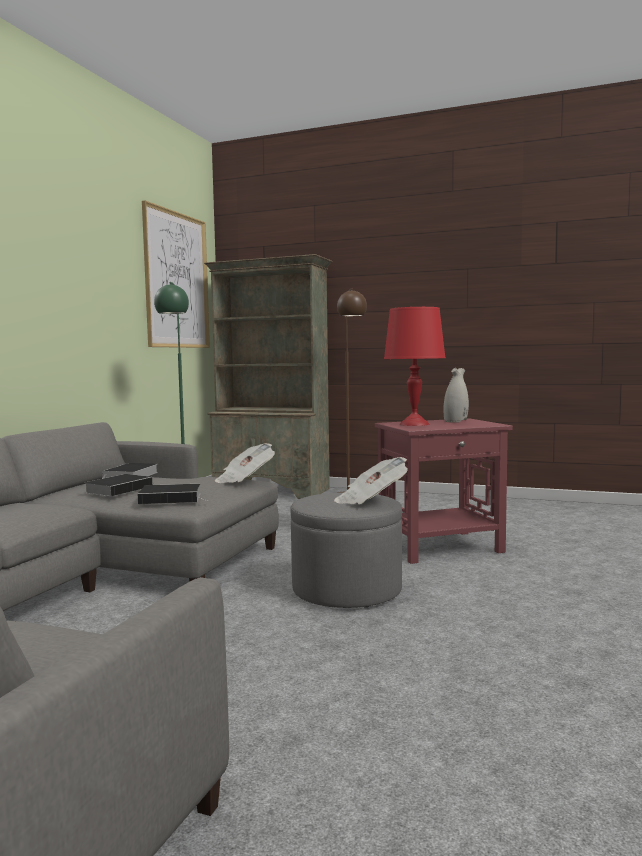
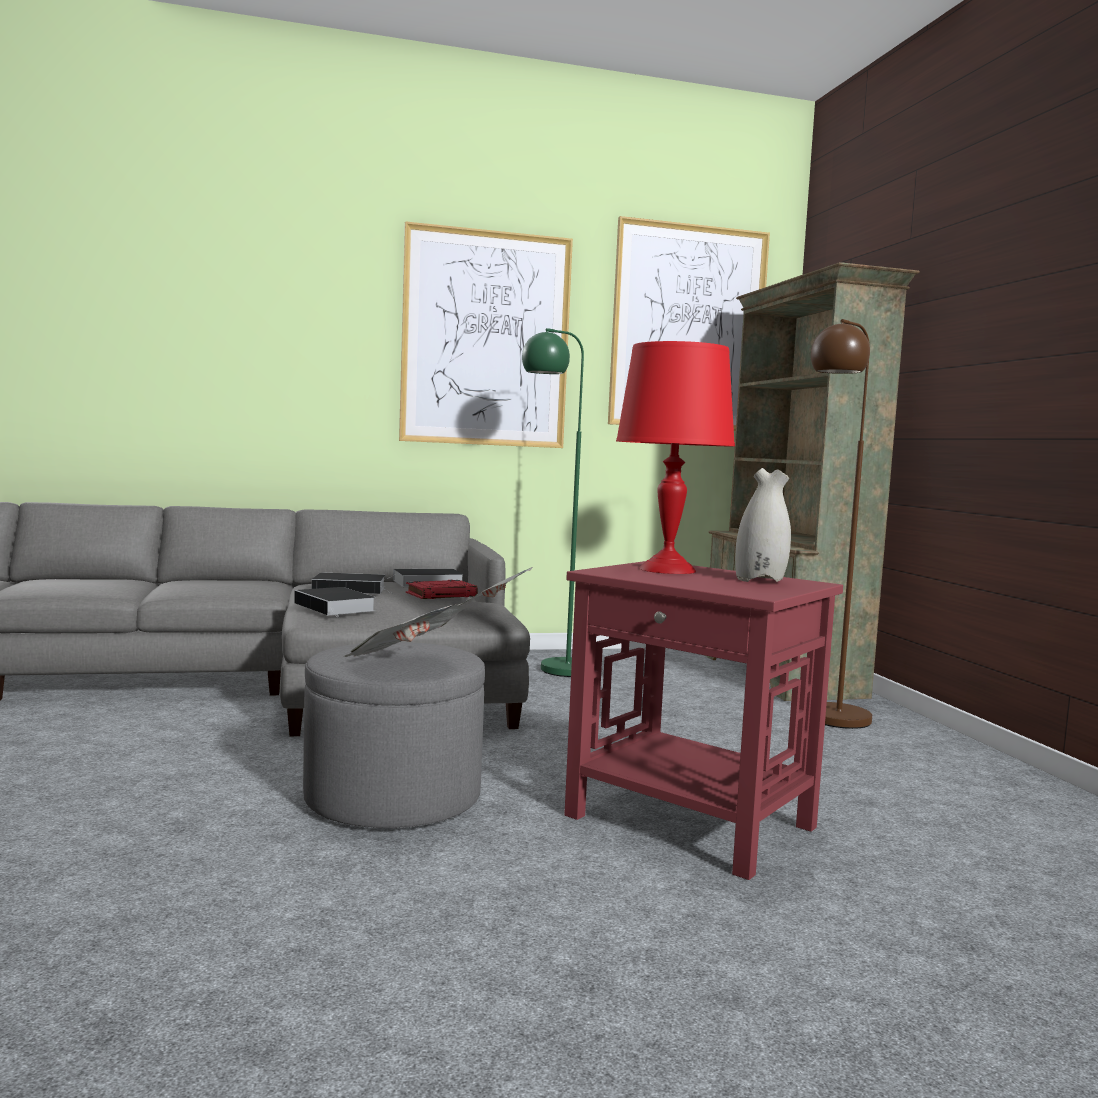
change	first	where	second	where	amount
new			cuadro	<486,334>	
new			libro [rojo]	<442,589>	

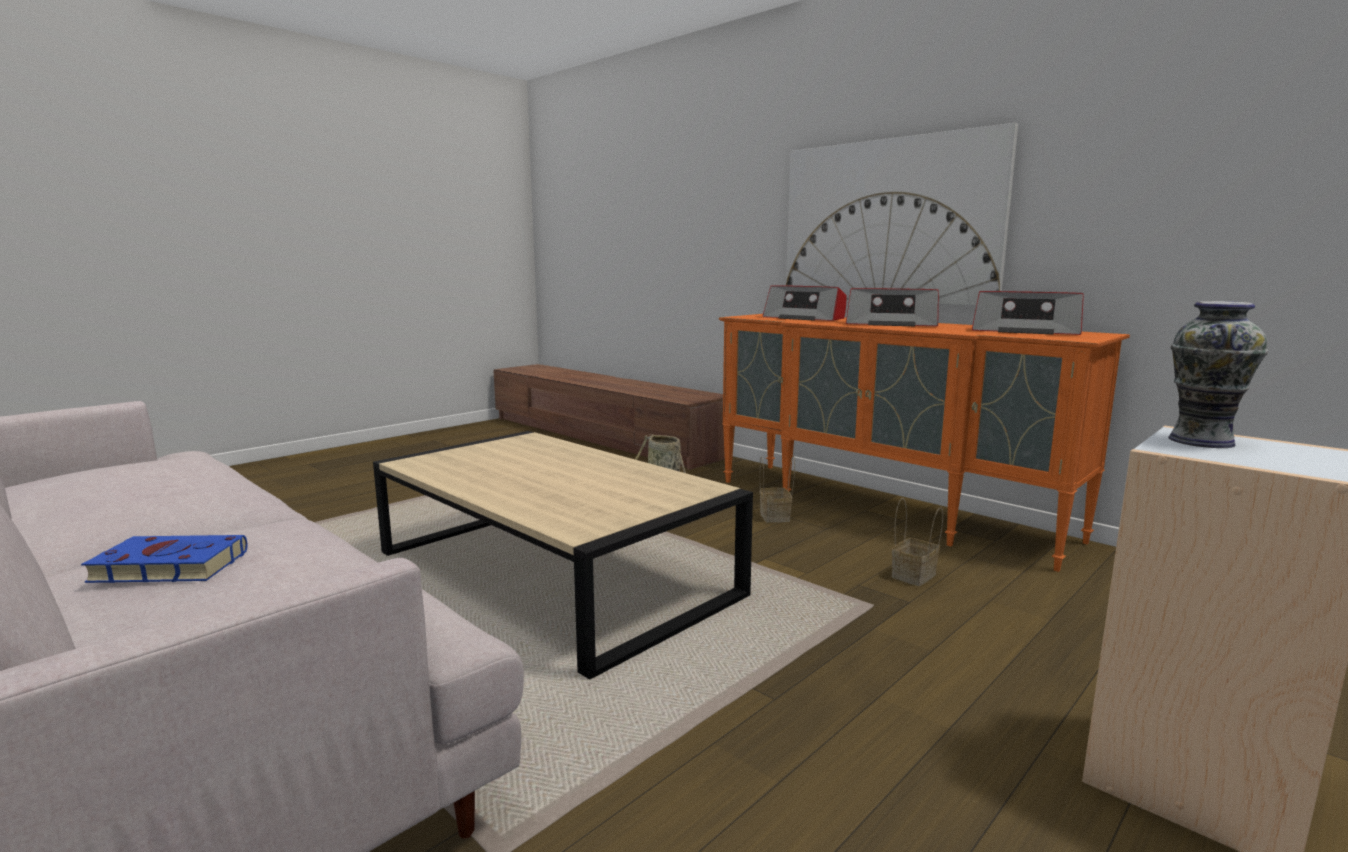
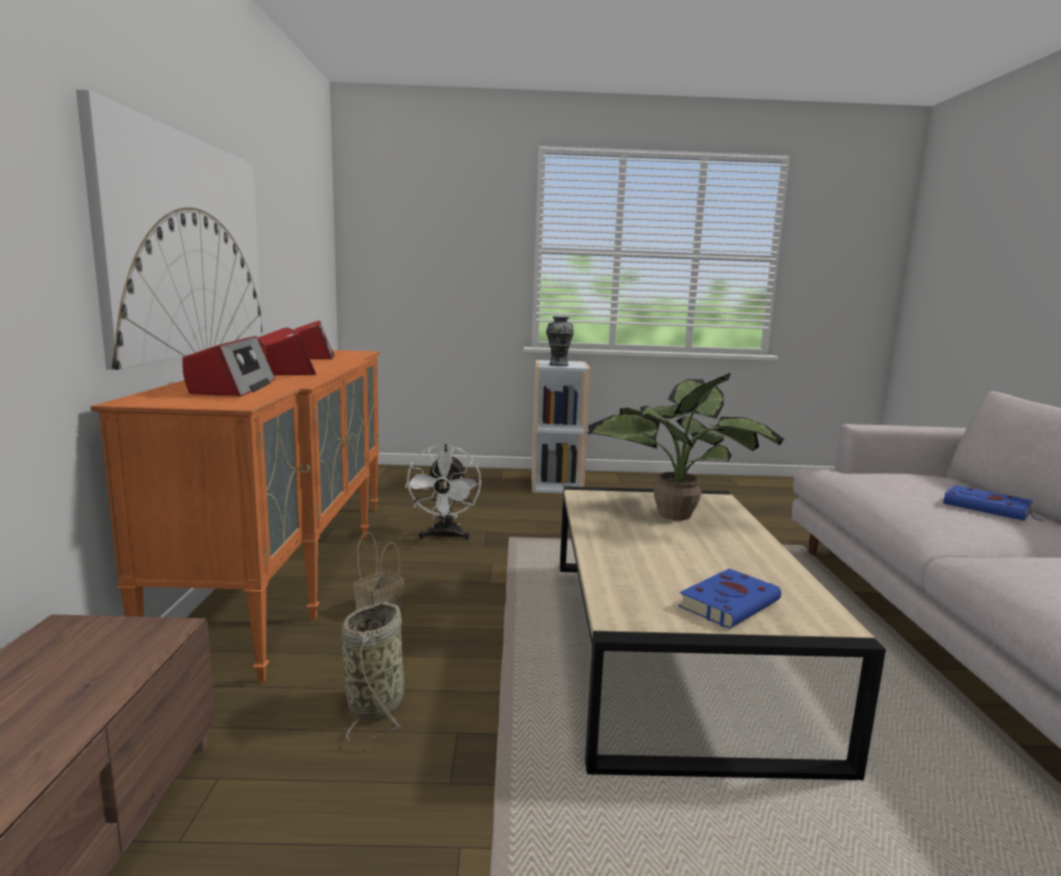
change	first	where	second	where	amount
swapped	cesta	<917,542>	ventilador [blanco]	<443,492>	
new			planta en maceta	<685,447>	
new			libro [azul]	<730,599>	

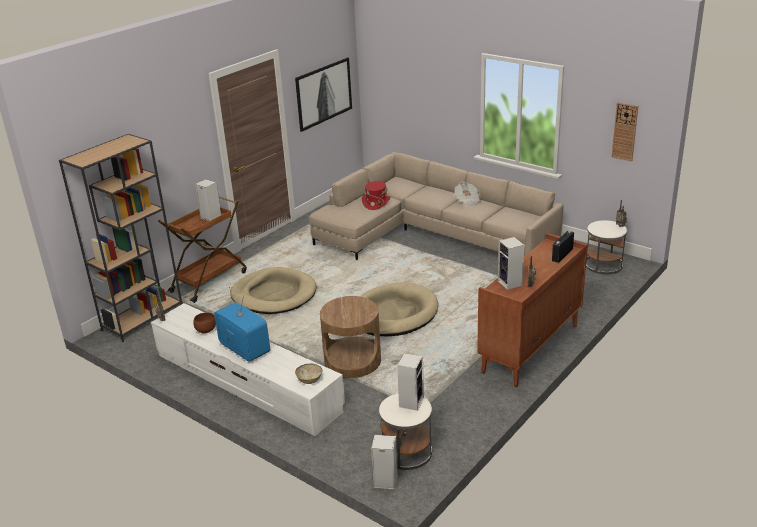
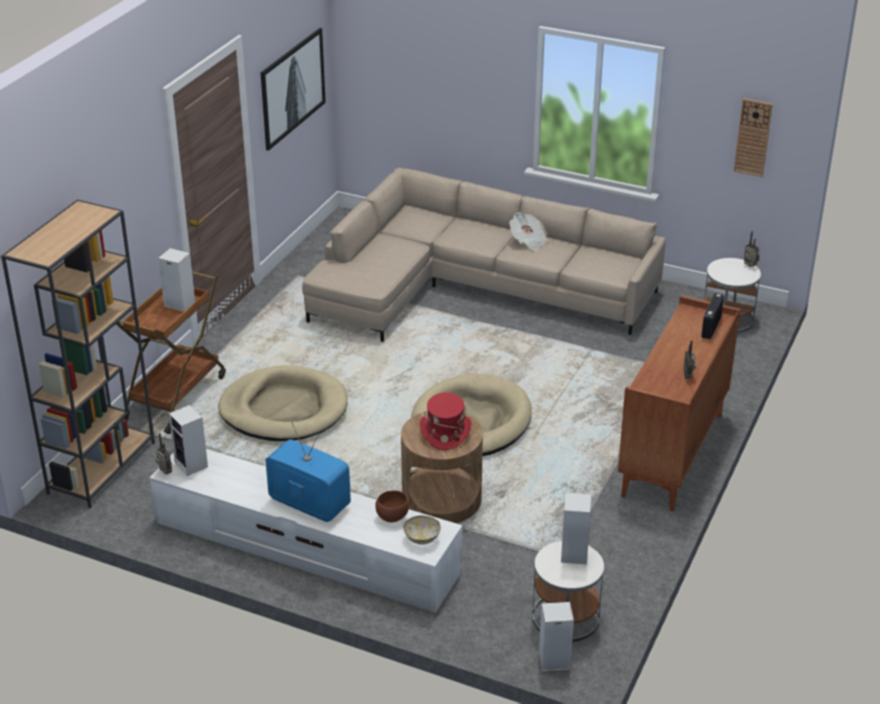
change	first	where	second	where	amount
shifted	cuenco [marrón]	<204,323>		<392,506>	
shifted	sombrero [rojo]	<376,195>		<445,421>	
shifted	altavoz	<511,263>		<188,440>	

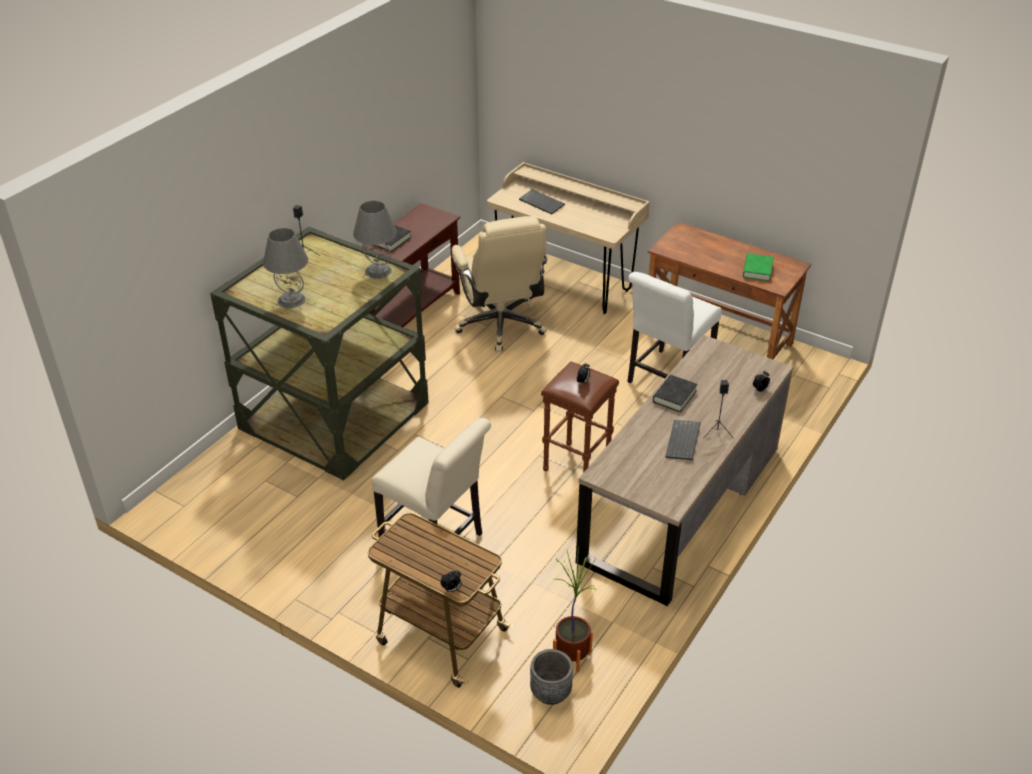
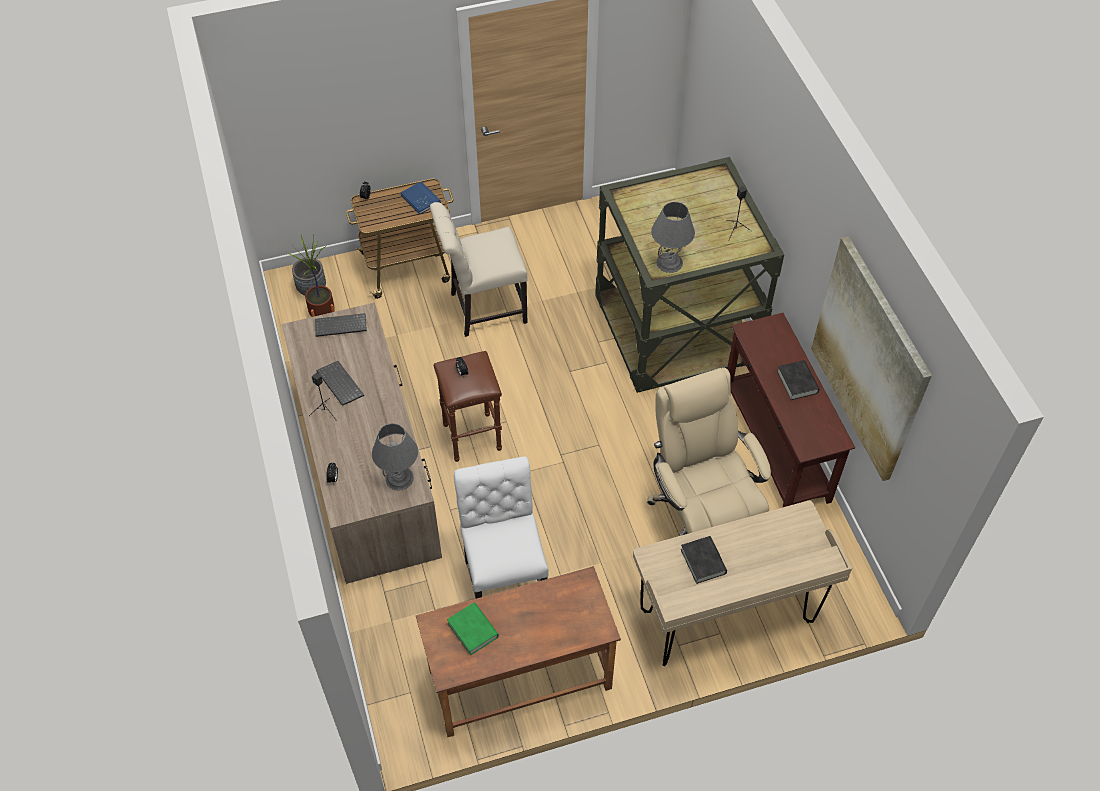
change	first	where	second	where	amount
shifted	lámpara de mesa [gris]	<285,268>		<395,457>	
rotated	silla de oficina [beis]	<499,284>		<709,452>	45 degrees clockwise
shifted	teclado	<542,201>		<341,325>	
shifted	libro [negro]	<675,393>		<704,560>	
new			libro [azul]	<421,197>	
new			cuadro	<871,358>	

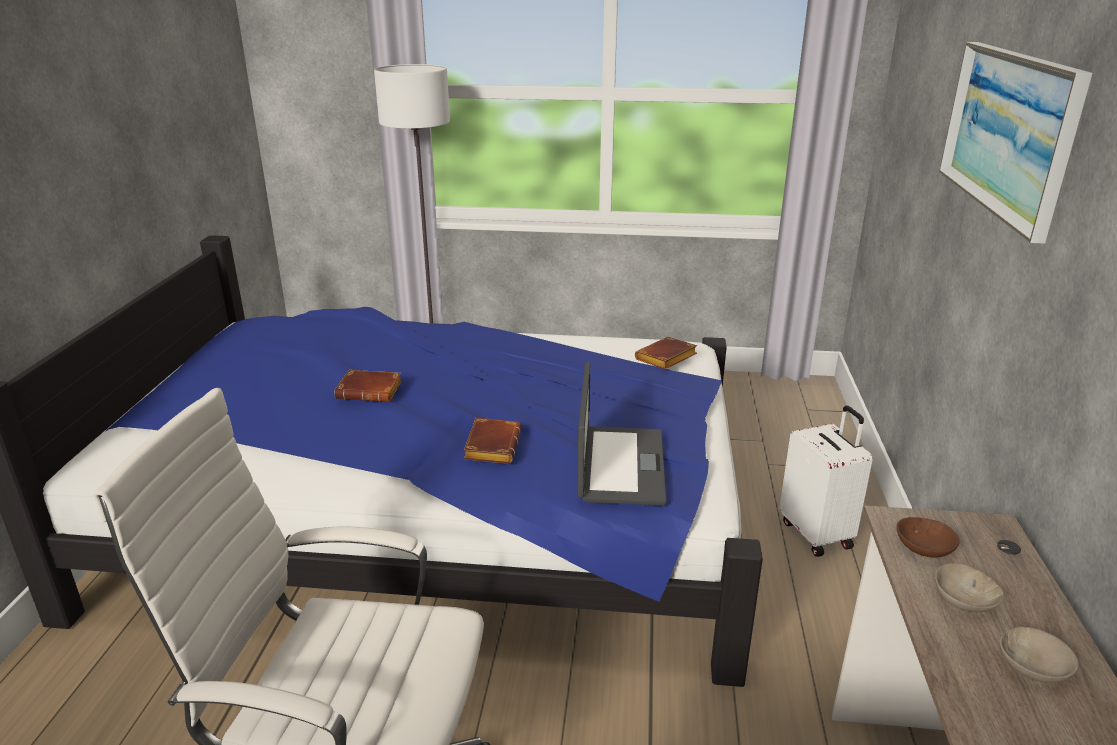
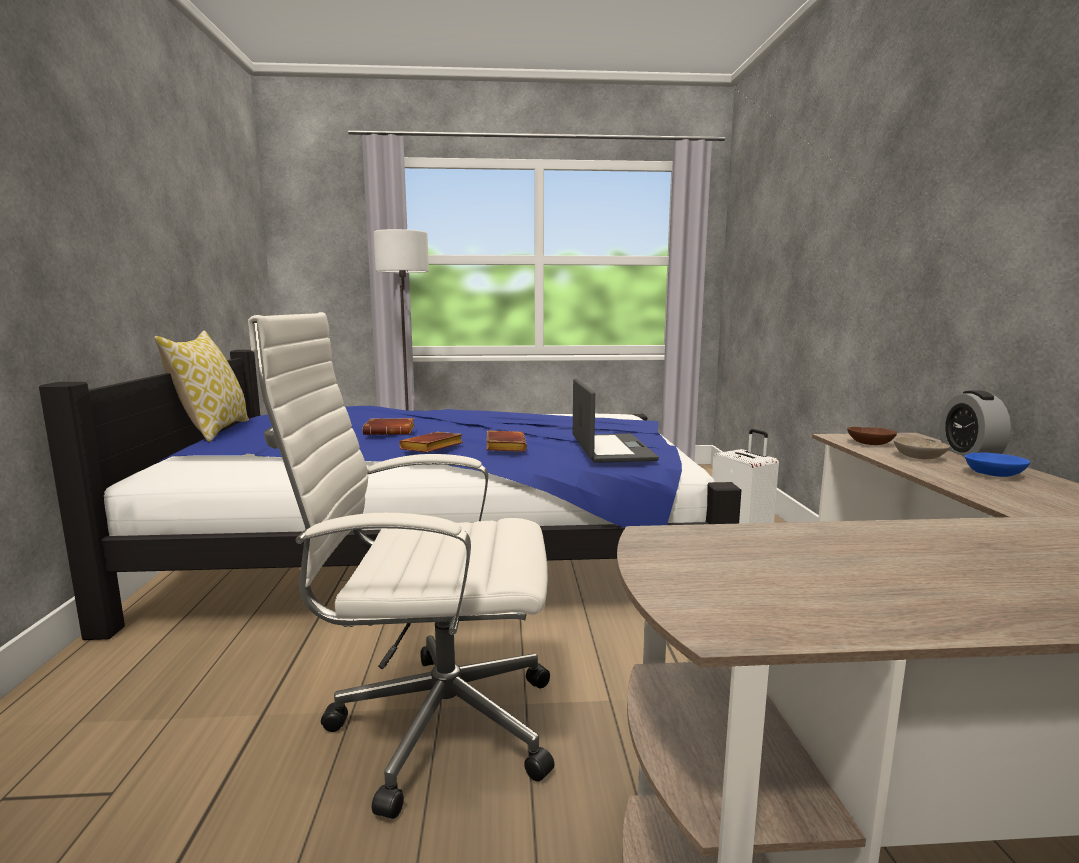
change	first	where	second	where	amount
shifted	libro [marrón]	<666,353>		<431,442>	
gone	cuadro	<1016,142>			
repainted	cuenco [beis]	<1039,655>	cuenco [azul]	<997,464>	
new			cojín	<201,386>	
new			despertador	<975,423>	

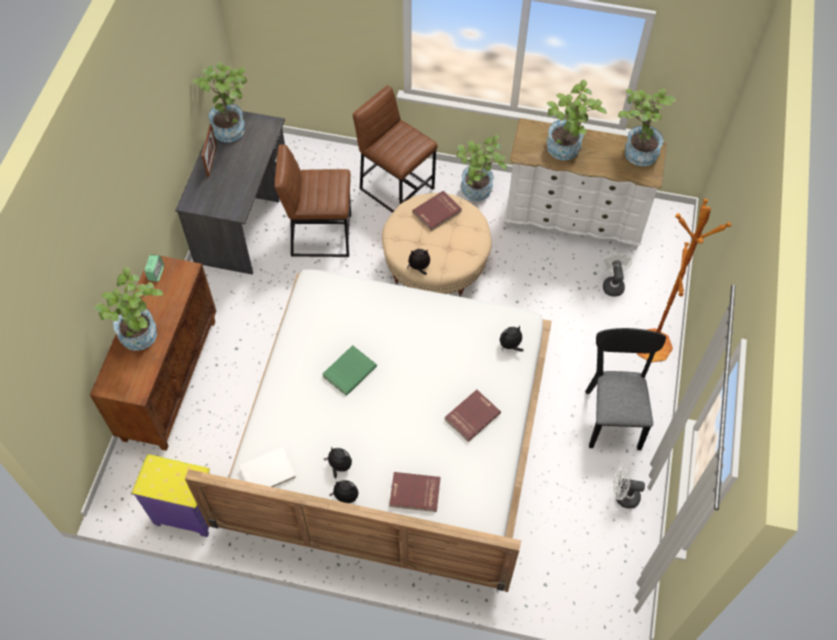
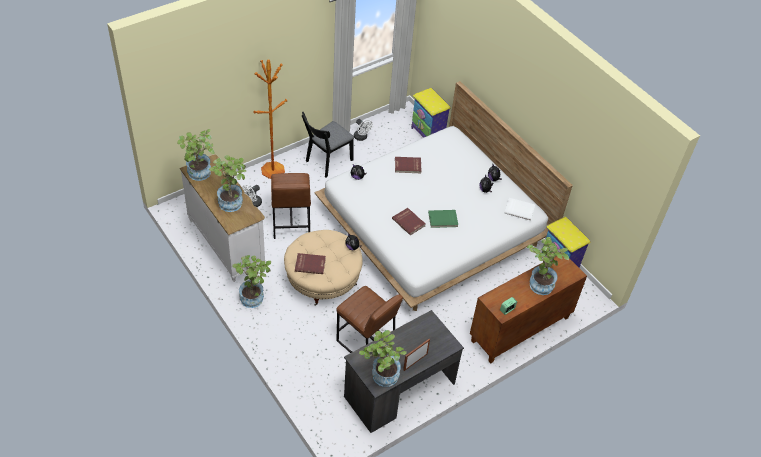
change	first	where	second	where	amount
shifted	silla [marrón]	<395,149>		<291,206>	
shifted	libro [rojo]	<415,492>		<408,221>	
new			mesita de noche	<431,113>	

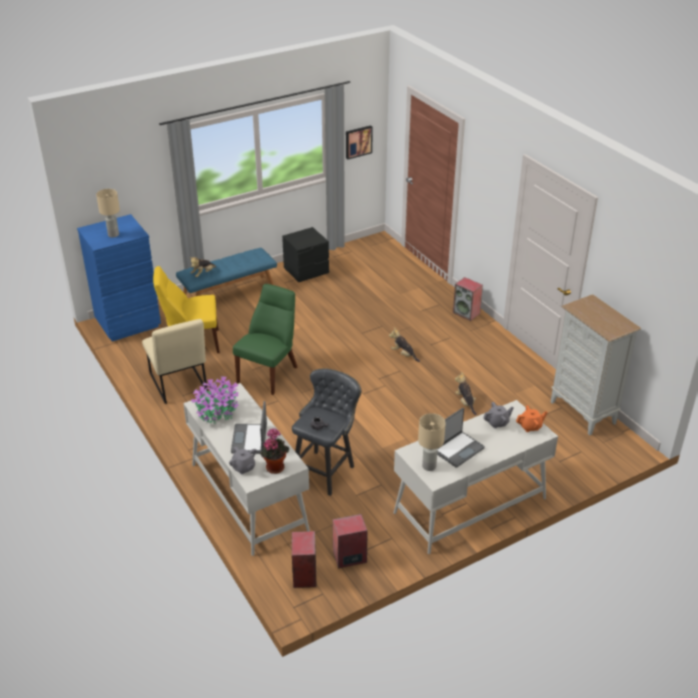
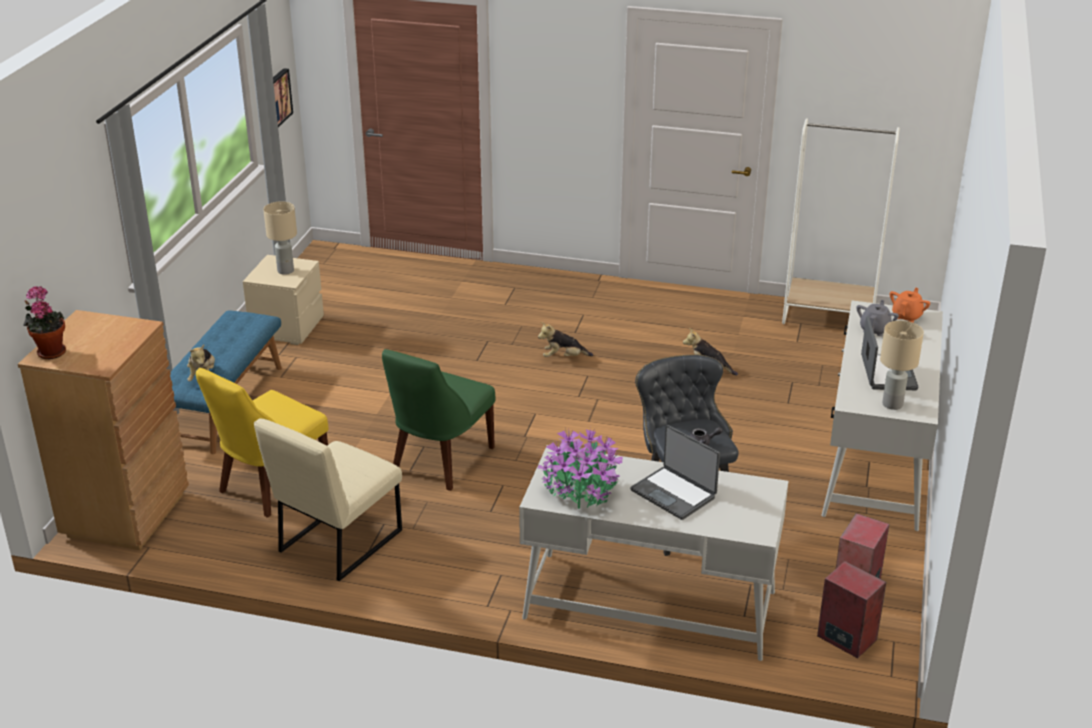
change	first	where	second	where	amount
repainted	cómoda [azul]	<119,278>	cómoda [marrón]	<103,430>	
shifted	lámpara de mesa [beis]	<108,213>		<280,238>	
rotated	silla [beis]	<175,361>		<328,499>	105 degrees clockwise
gone	tetera [gris]	<242,460>			
rotated	silla [verde]	<265,339>		<438,420>	135 degrees counterclockwise
shifted	planta en maceta	<274,451>		<44,322>	
repainted	mesita de noche [negro]	<305,254>	mesita de noche [beis]	<283,300>	
gone	altavoz	<468,299>			
swapped	cómoda [blanco]	<595,365>	perchero	<841,221>	

